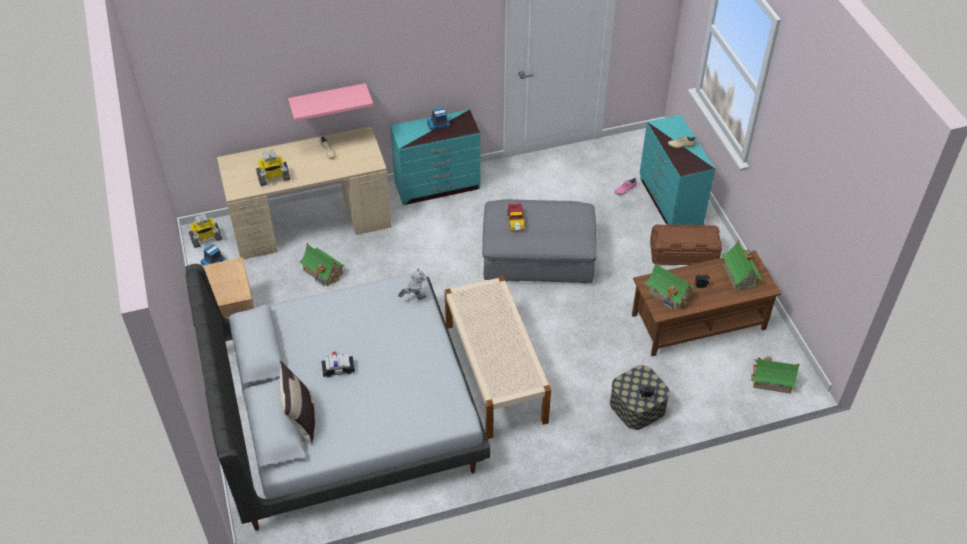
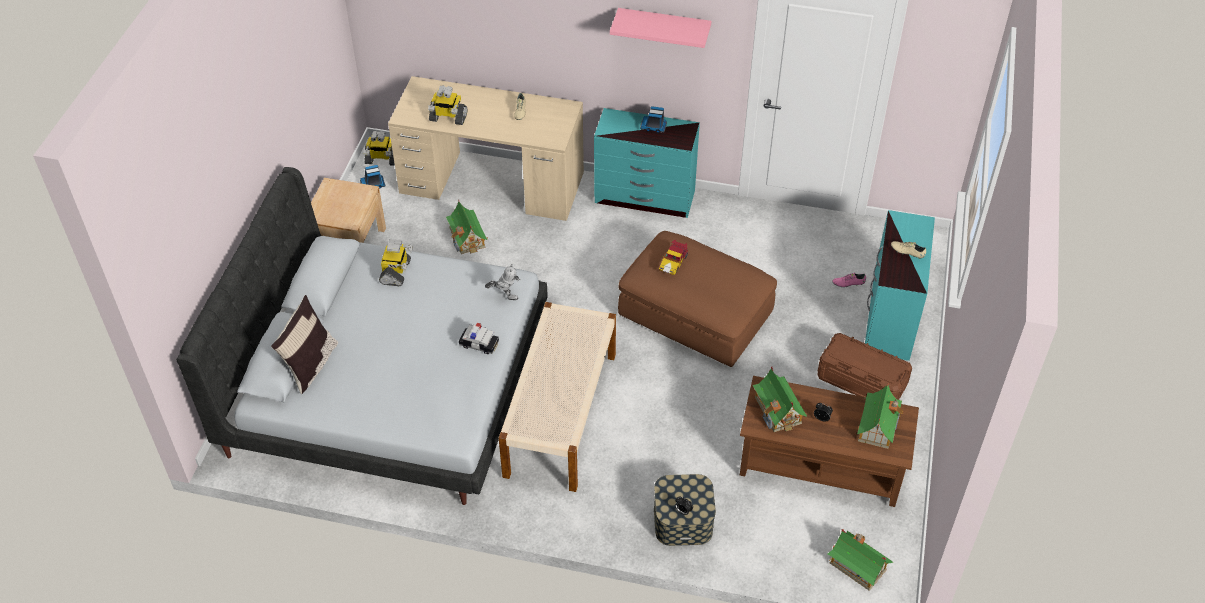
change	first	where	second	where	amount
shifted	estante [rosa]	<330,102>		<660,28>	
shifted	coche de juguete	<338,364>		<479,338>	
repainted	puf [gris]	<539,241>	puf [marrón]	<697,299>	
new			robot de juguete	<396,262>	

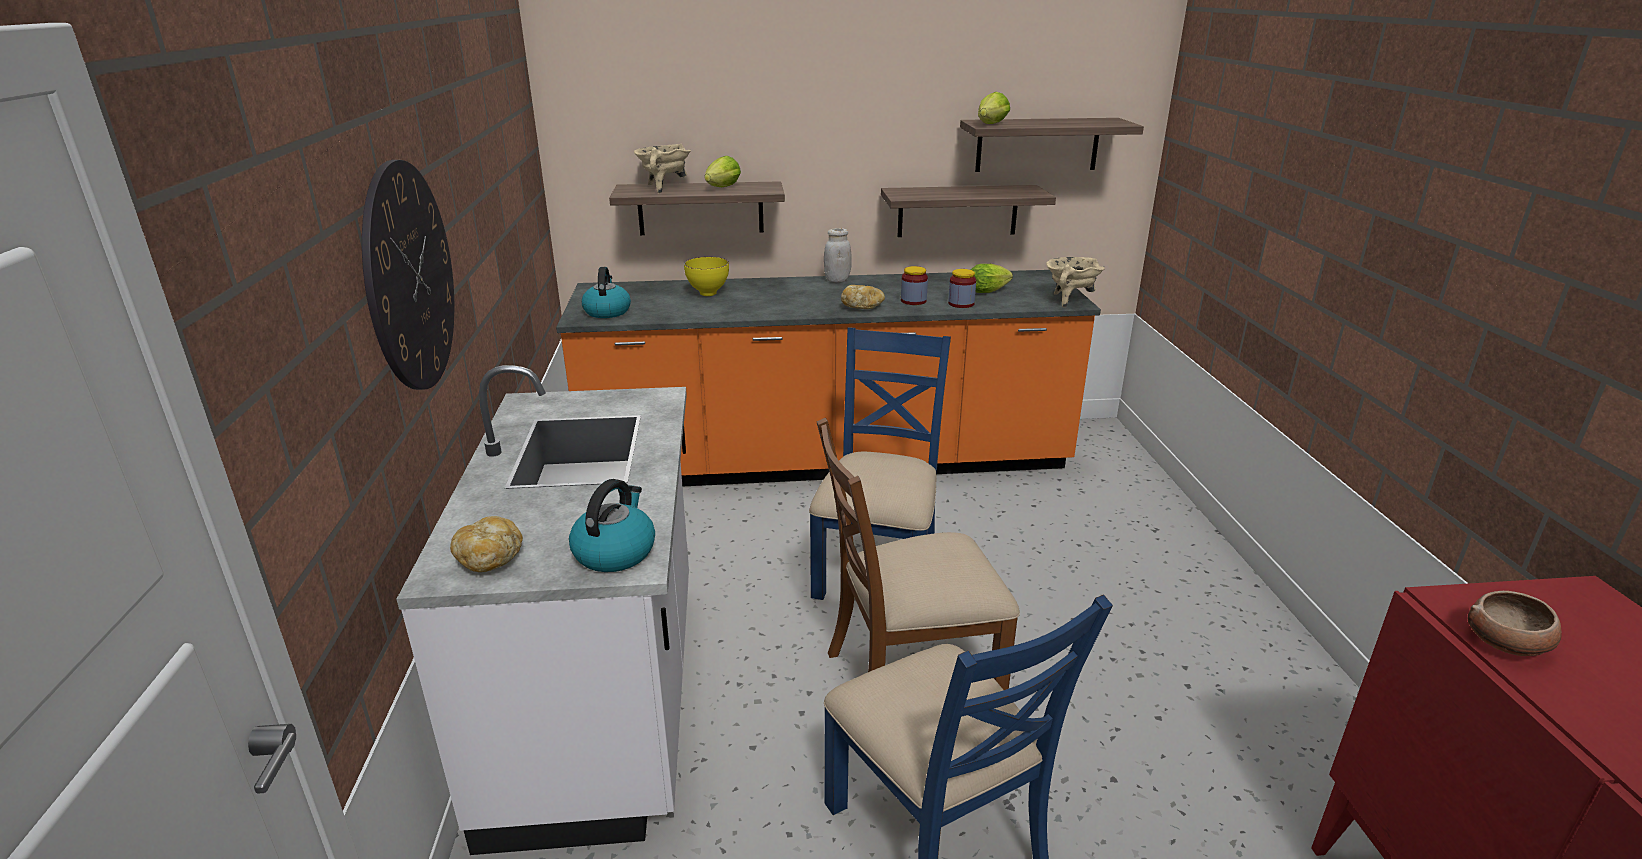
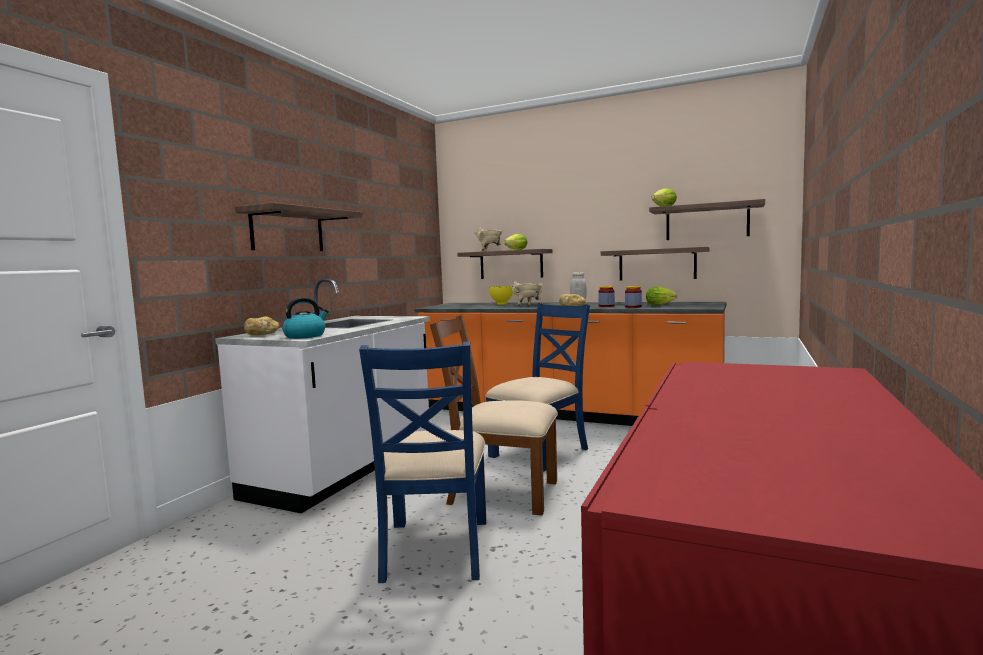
change	first	where	second	where	amount
swapped	reloj de pared	<408,275>	estante	<299,227>	
gone	hervidor	<606,292>			
shifted	olla [beis]	<1075,282>		<528,294>	
gone	cuenco	<1514,623>			

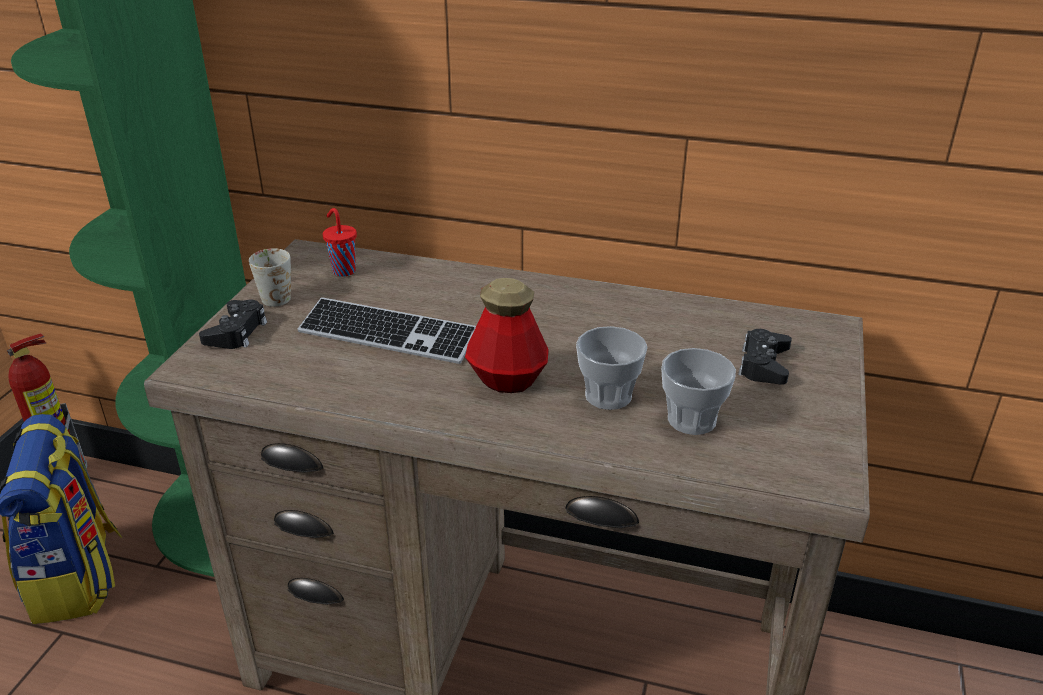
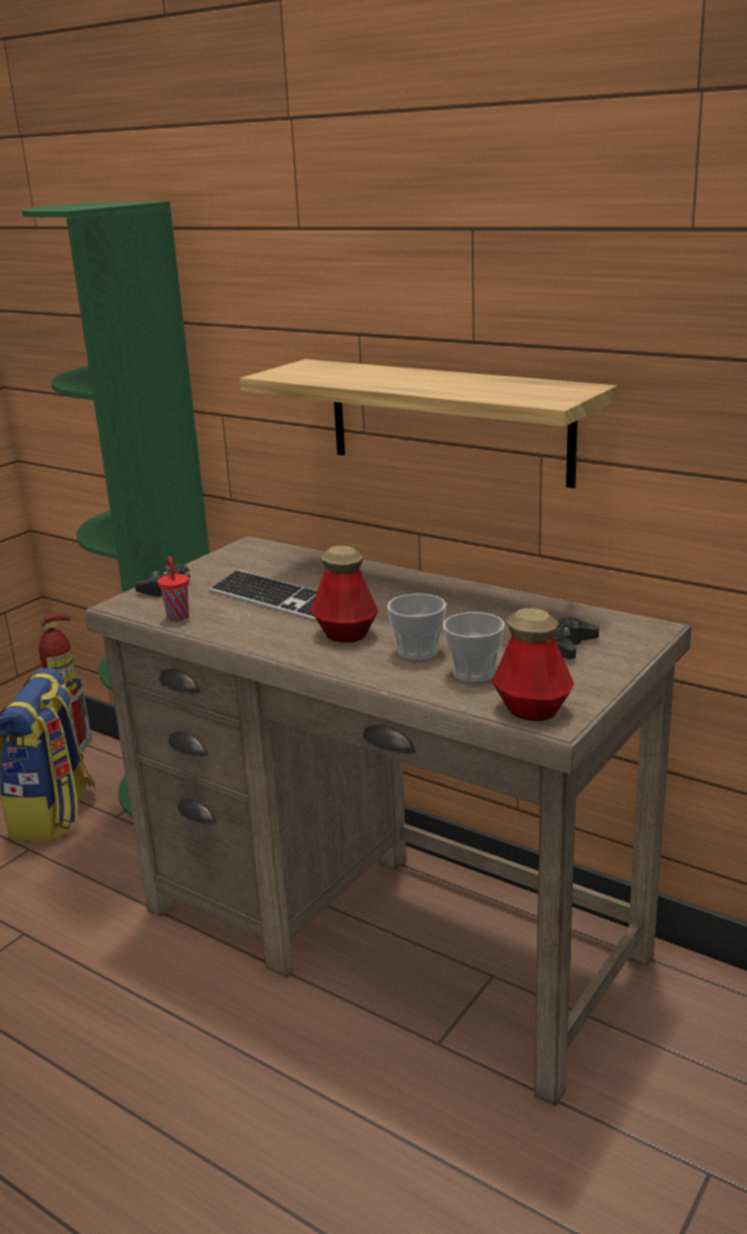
change	first	where	second	where	amount
gone	taza grande [blanco]	<270,277>			
shifted	taza [rojo]	<340,242>		<173,588>	
new			estante	<428,423>	
new			botella	<533,664>	

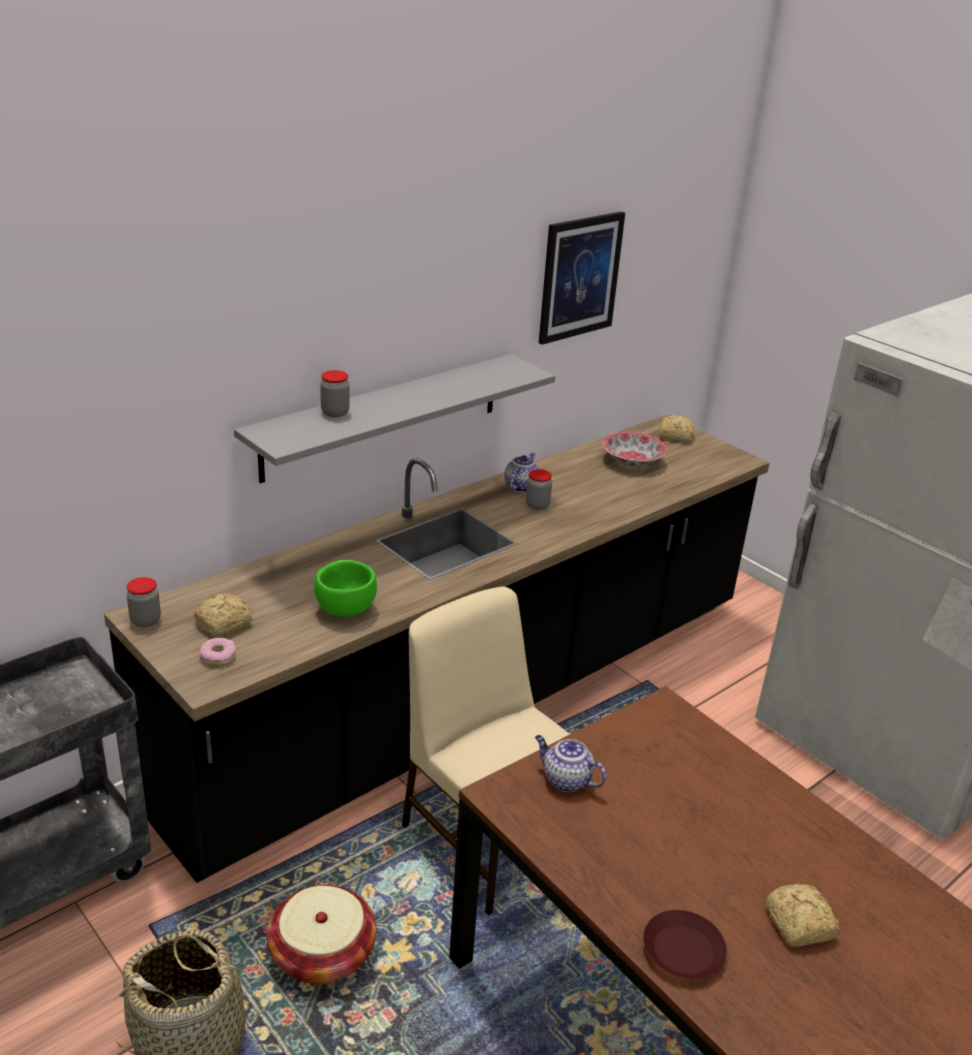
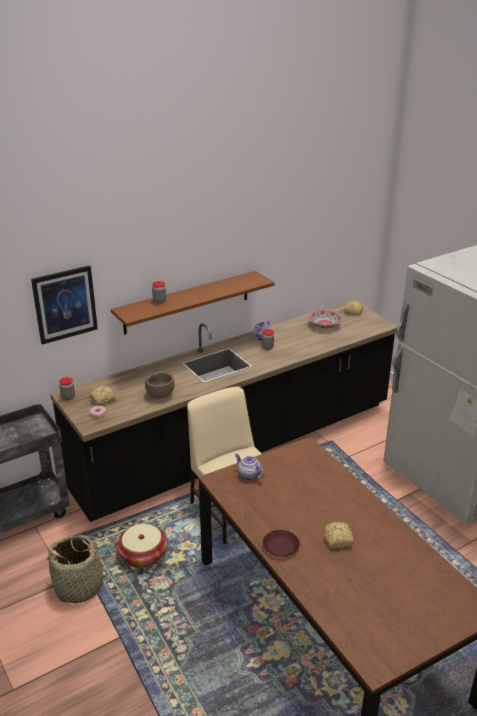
change	first	where	second	where	amount
repainted	estante [gris]	<394,418>	estante [marrón]	<193,303>	
repainted	cuenco [verde]	<345,588>	cuenco [marrón]	<160,385>	
shifted	cuadro	<582,278>		<64,305>	

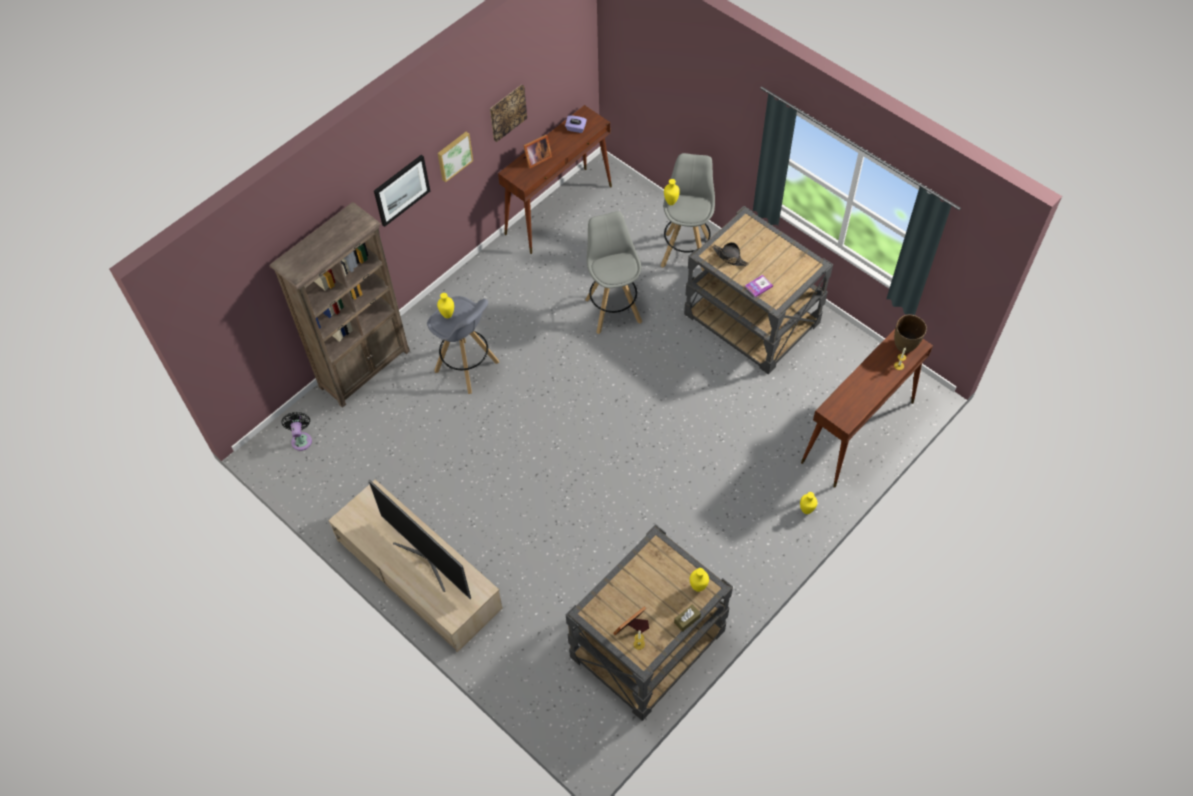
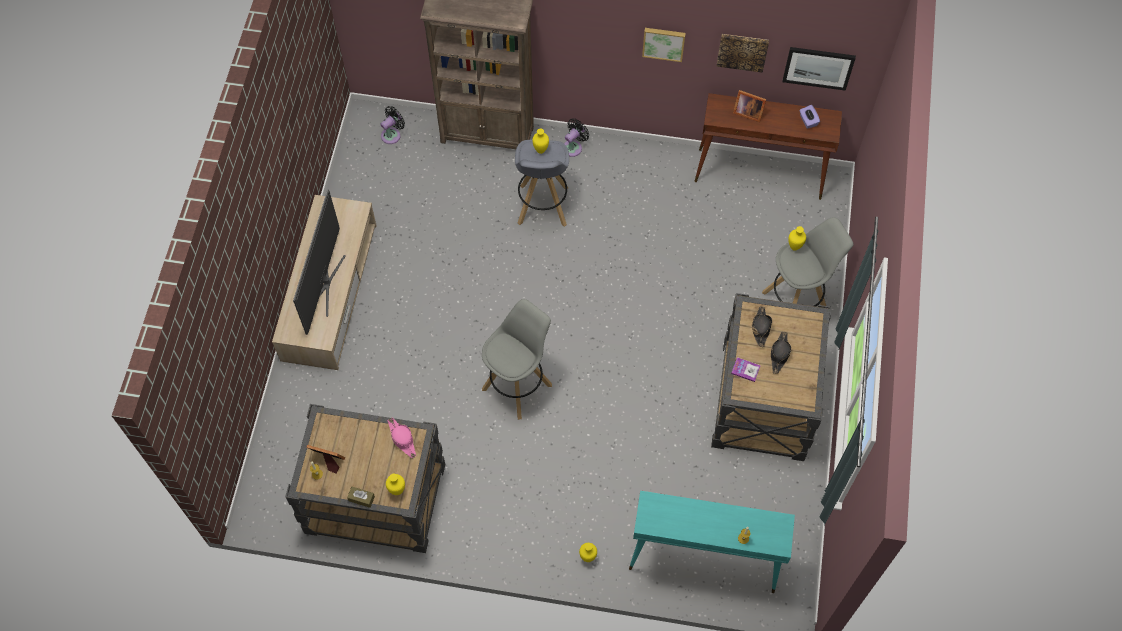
change	first	where	second	where	amount
shifted	cuadro	<402,191>		<819,69>	
shifted	taburete [gris]	<613,272>		<517,359>	
repainted	mesa consola [marrón]	<867,408>	mesa consola [turquesa]	<712,542>	
gone	florero [marrón]	<910,334>			
new			sombrero [rosa]	<401,437>	
new			ventilador [negro]	<576,138>	
new			sombrero [negro]	<781,353>	

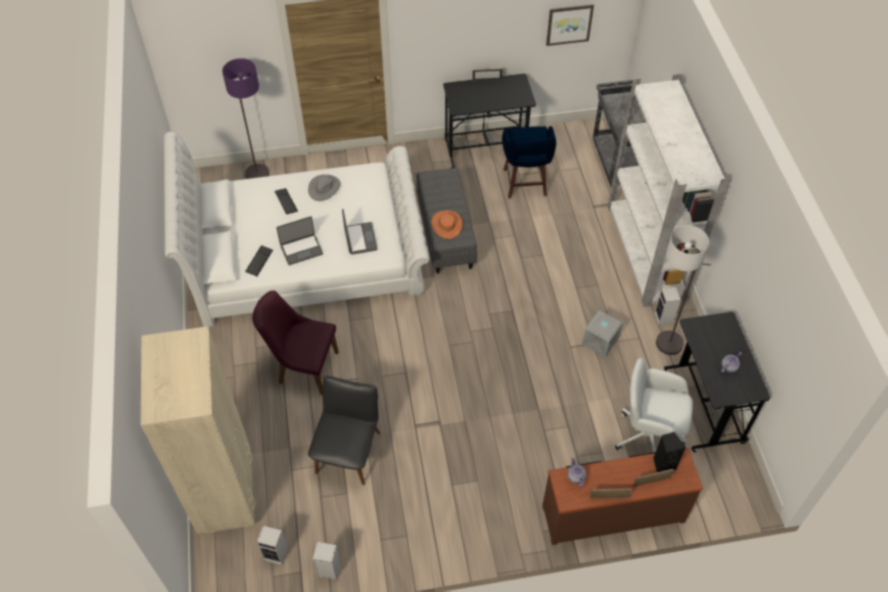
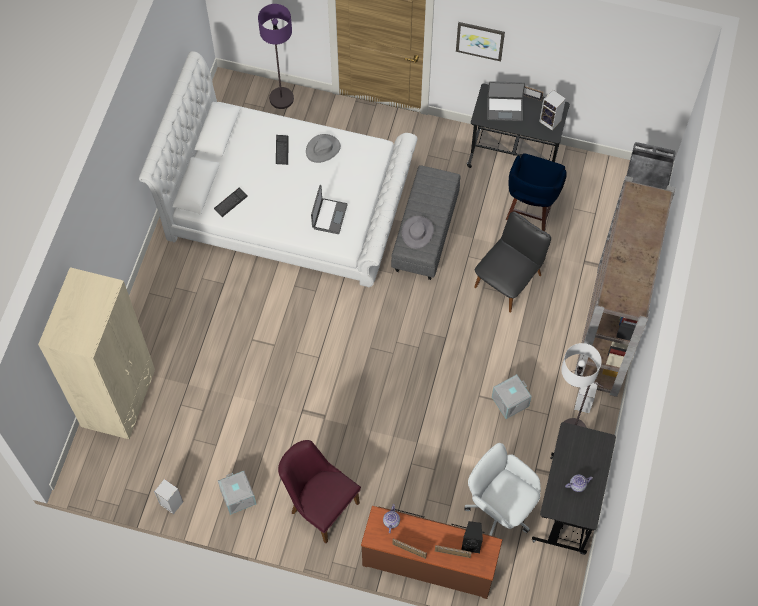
change	first	where	second	where	amount
shifted	silla [morado]	<295,342>		<319,491>	
shifted	altavoz	<272,545>		<552,110>	
shifted	portátil	<299,240>		<506,101>	
shifted	silla [negro]	<344,430>		<512,262>	
repainted	sombrero [naranja]	<447,224>	sombrero [gris]	<418,232>	
shifted	cuadro	<570,25>		<480,41>	
repainted	estantería [blanco]	<668,190>	estantería [marrón]	<623,286>	
new			caja de almacenaje [gris]	<237,493>	

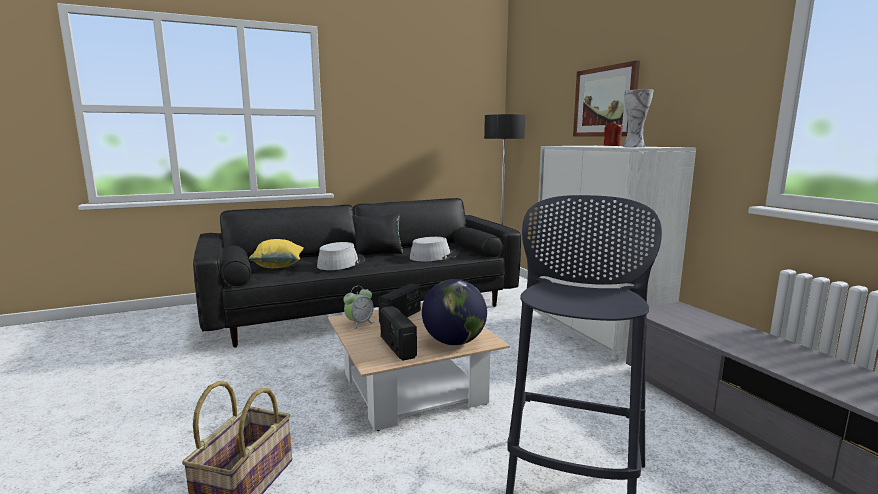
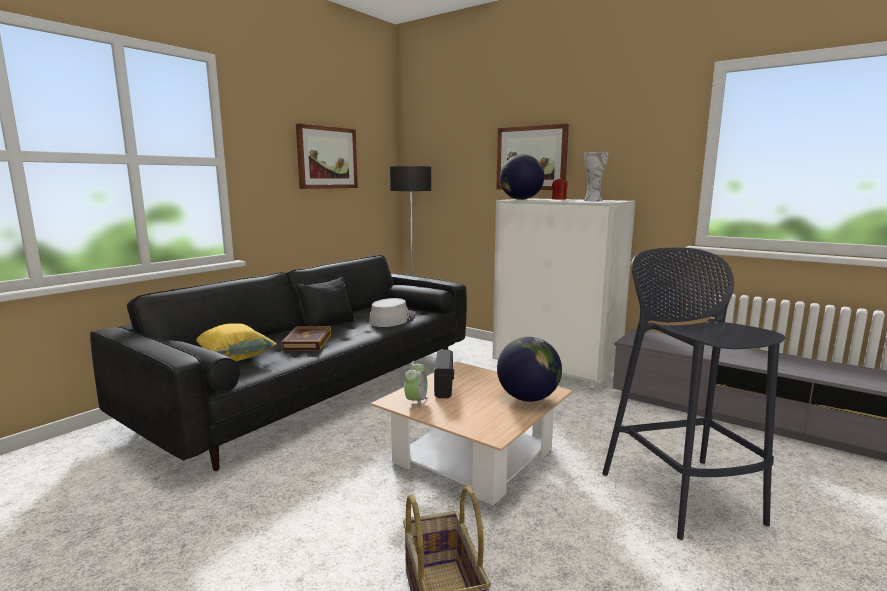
change	first	where	second	where	amount
swapped	sombrero [gris]	<341,256>	libro	<306,338>	
gone	radio	<398,333>			
new			cuadro	<327,156>	
new			globo terráqueo	<522,177>	

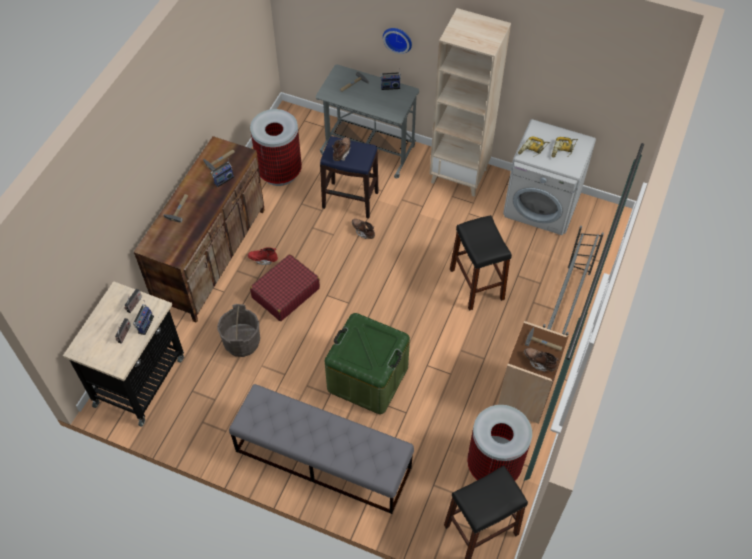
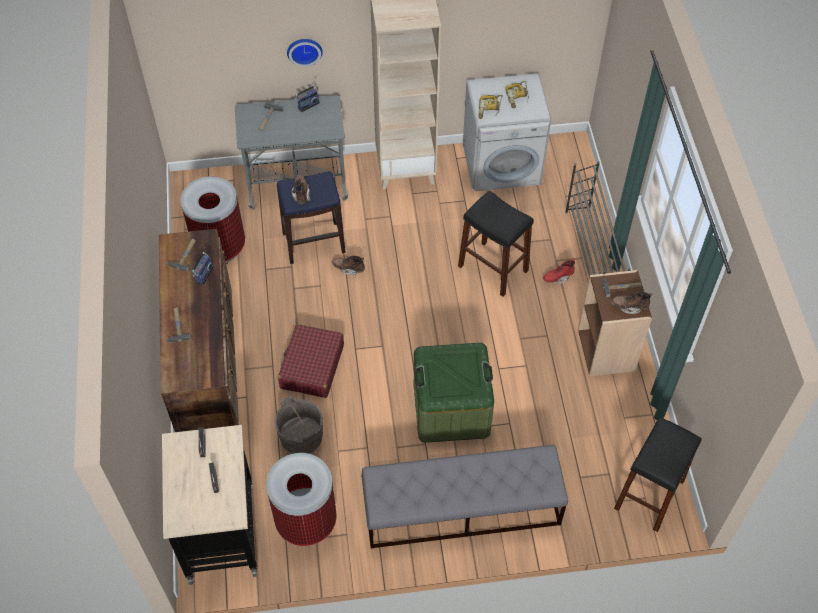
change	first	where	second	where	amount
gone	radio	<143,317>			
shifted	bota [rojo]	<263,256>		<559,271>	
shifted	papelera	<499,442>		<301,499>	

